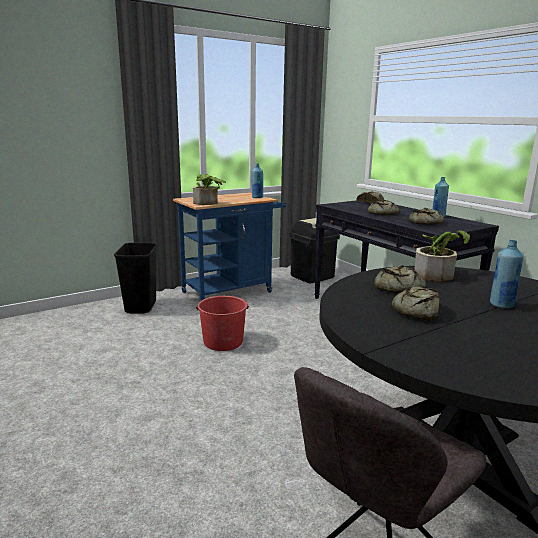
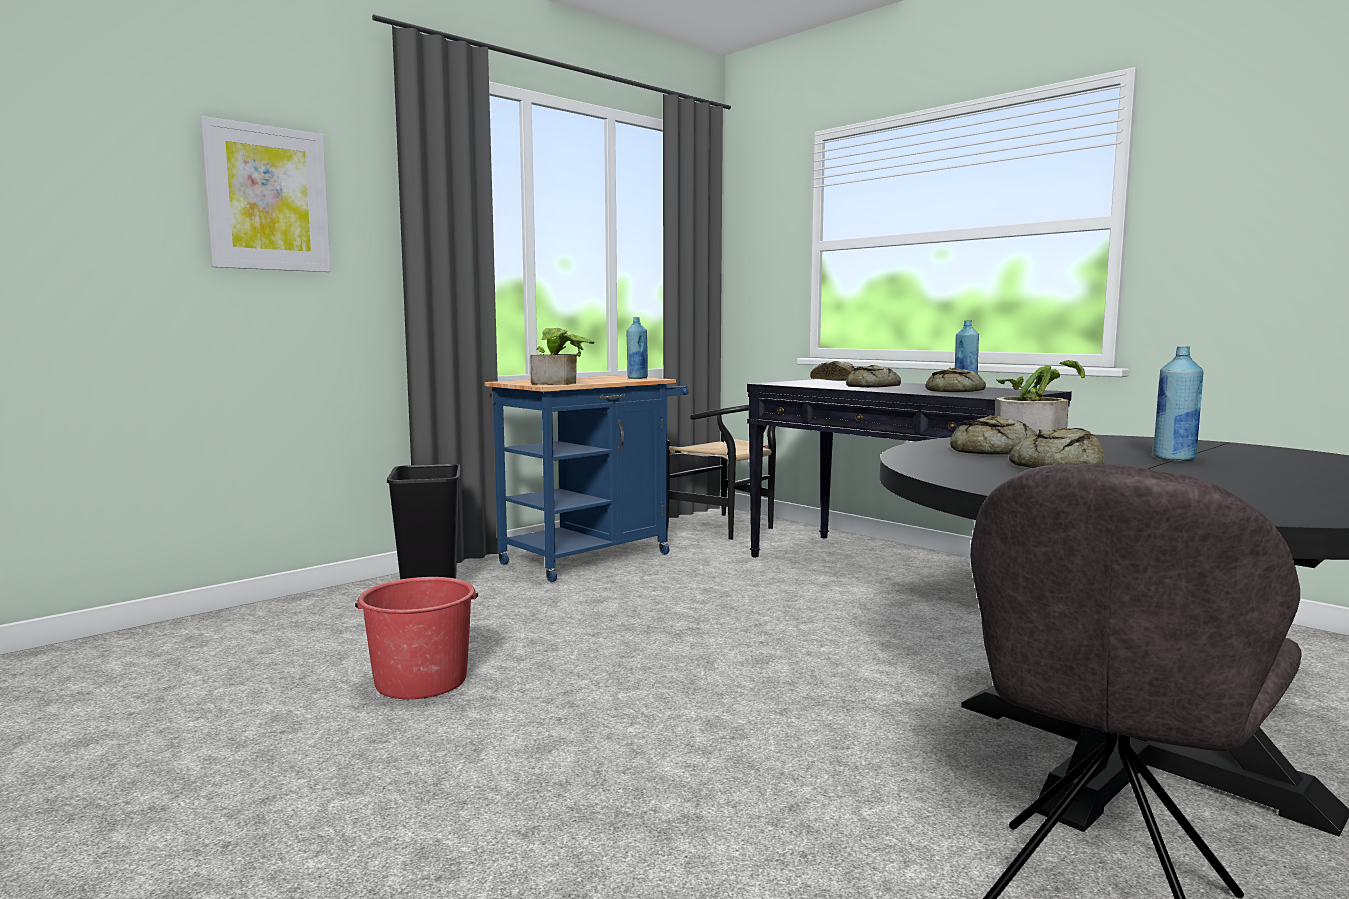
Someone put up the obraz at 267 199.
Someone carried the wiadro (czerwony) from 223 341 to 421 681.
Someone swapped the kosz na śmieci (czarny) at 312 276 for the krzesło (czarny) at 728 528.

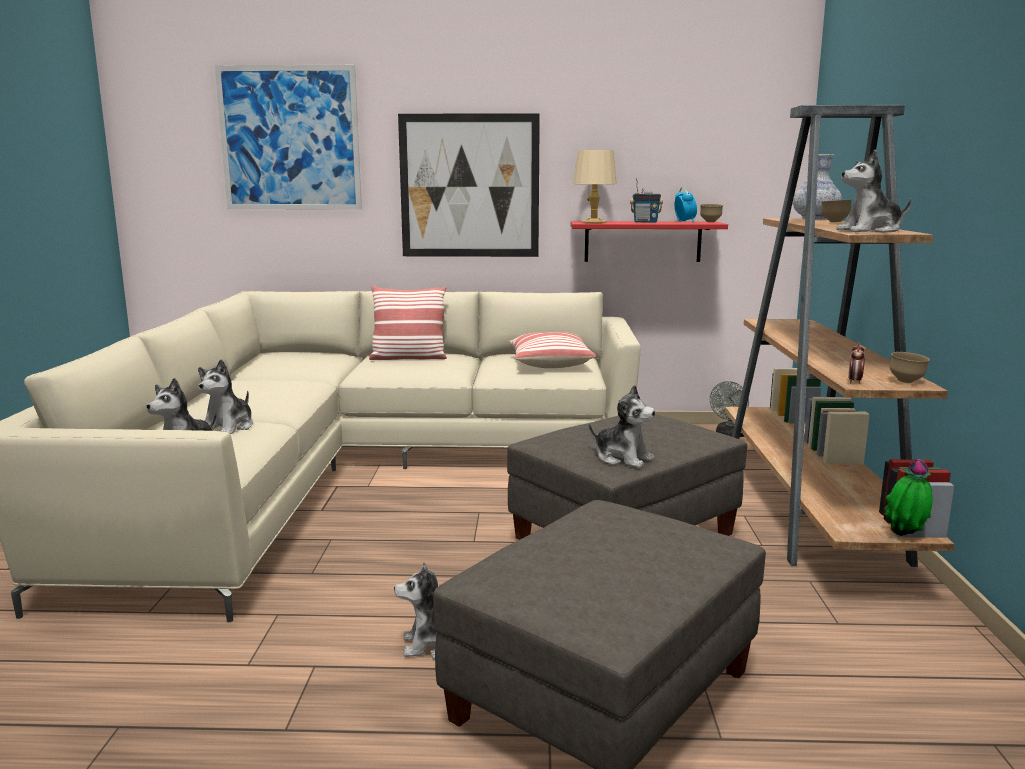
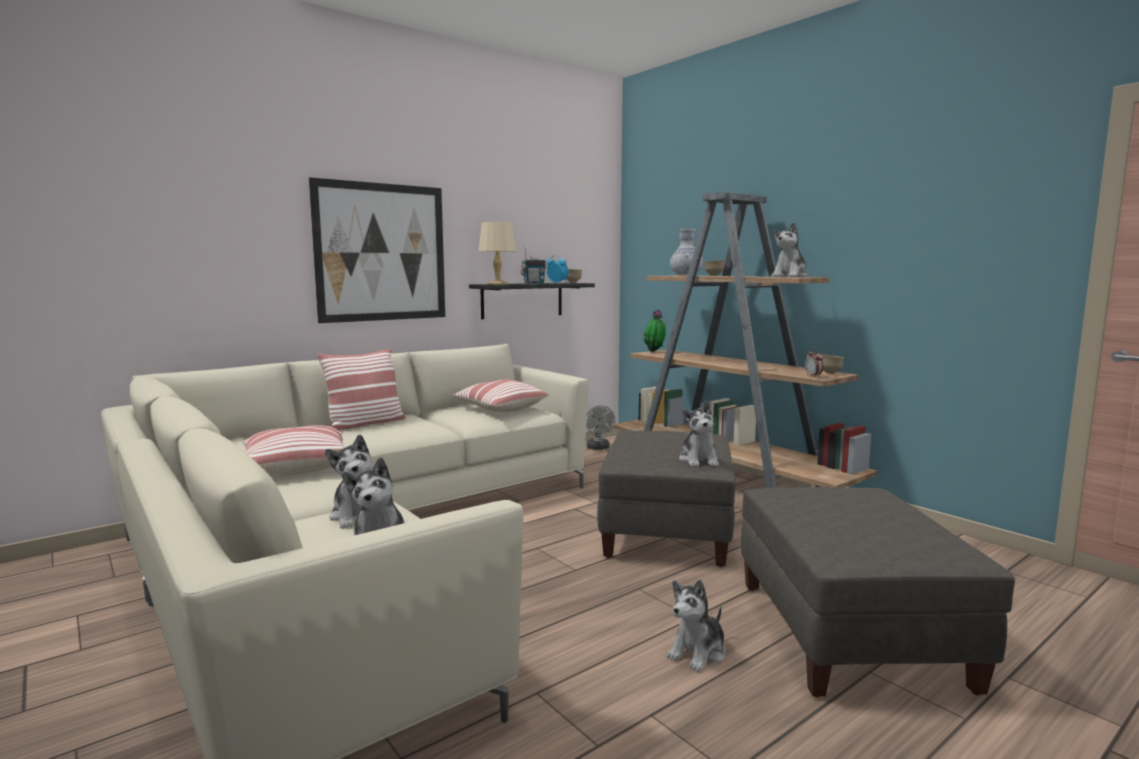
Someone took away the obraz at 290 138.
Someone put down the poduszka at 295 467.
Someone carried the roślina doniczkowa from 905 537 to 655 351.
Someone repainted the półka (czerwony) at 642 241, which became the półka (czarny) at 522 300.
Someone rotated the pluszak at 622 458 by 90 degrees clockwise.

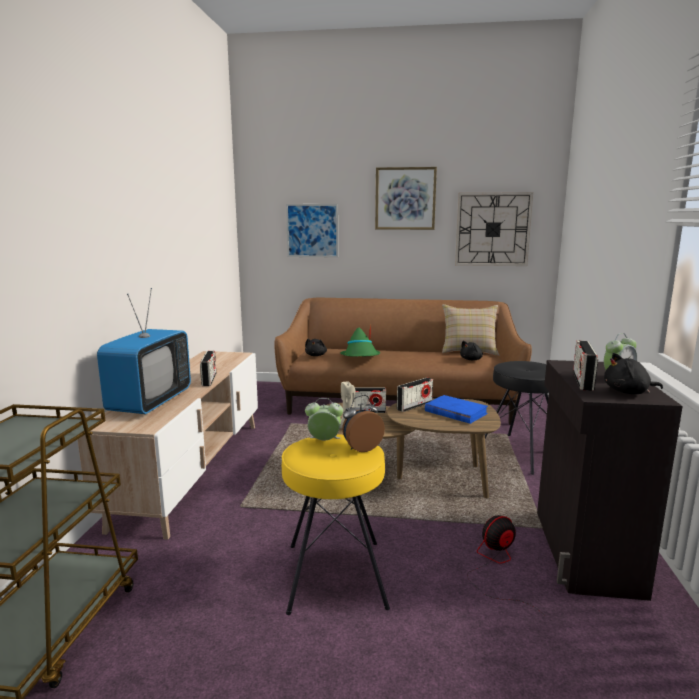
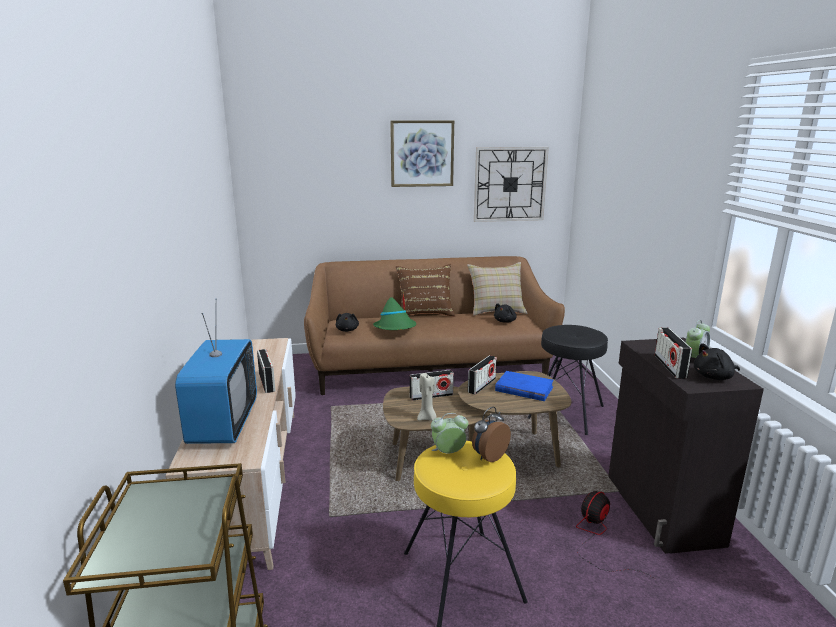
Someone took away the obraz at 312 230.
Someone put down the poduszka (brązowy) at 425 312.

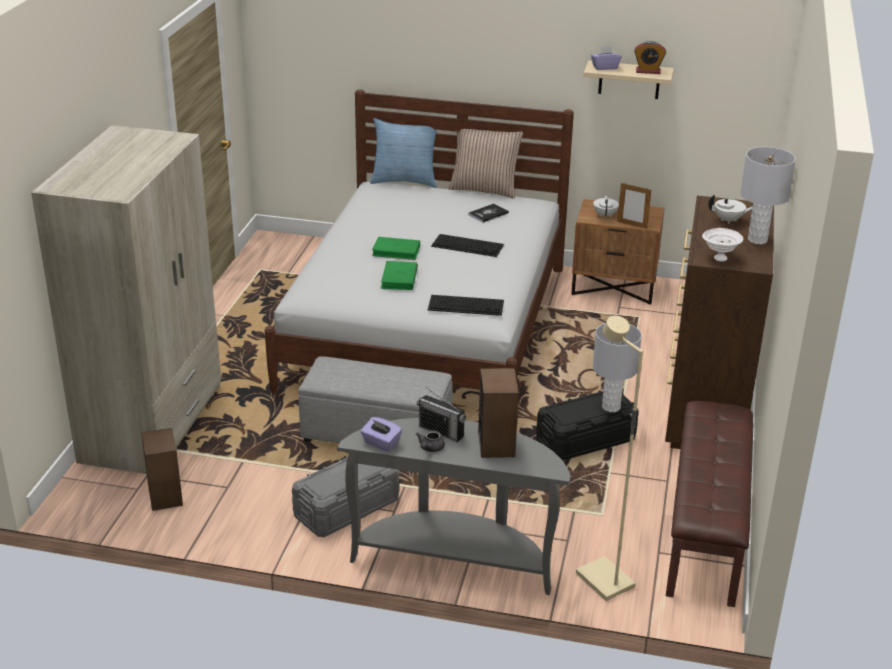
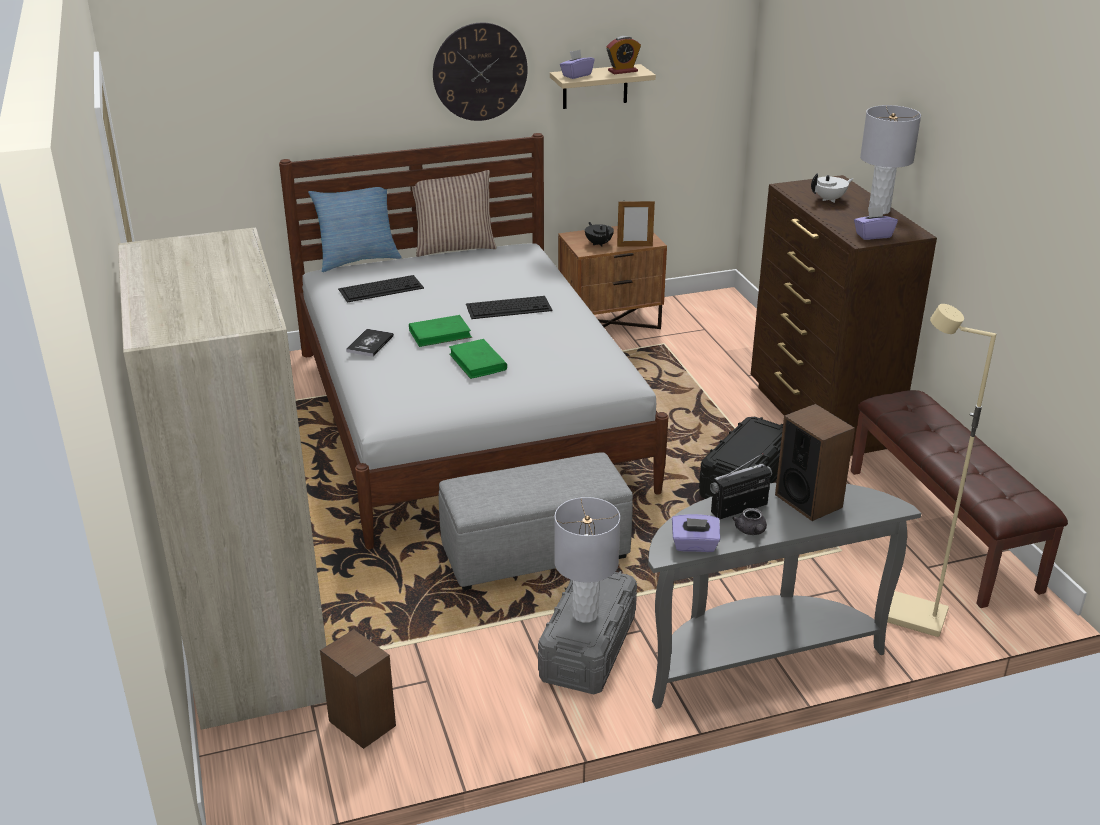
Someone put up the zegar ścienny at 480 72.
Someone carried the klawiatura from 466 305 to 381 288.
Someone carried the książka from 488 214 to 370 344.
Someone carried the lampa stołowa (szary) from 611 407 to 585 614.
Someone swapped the miska (biały) at 719 258 for the pudełko chusteczek (fioletowy) at 873 235.
Someone repainted the imbryk (biały) at 605 215, which became the imbryk (czarny) at 599 243.
Someone rotated the radio at 441 431 by 150 degrees clockwise.

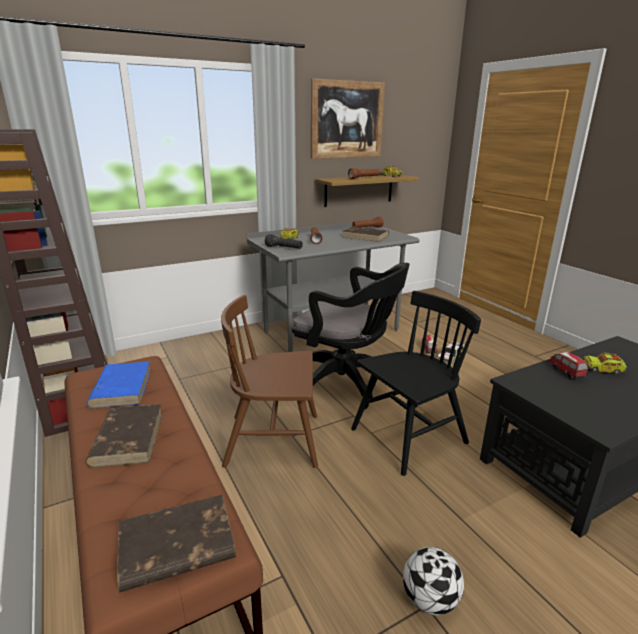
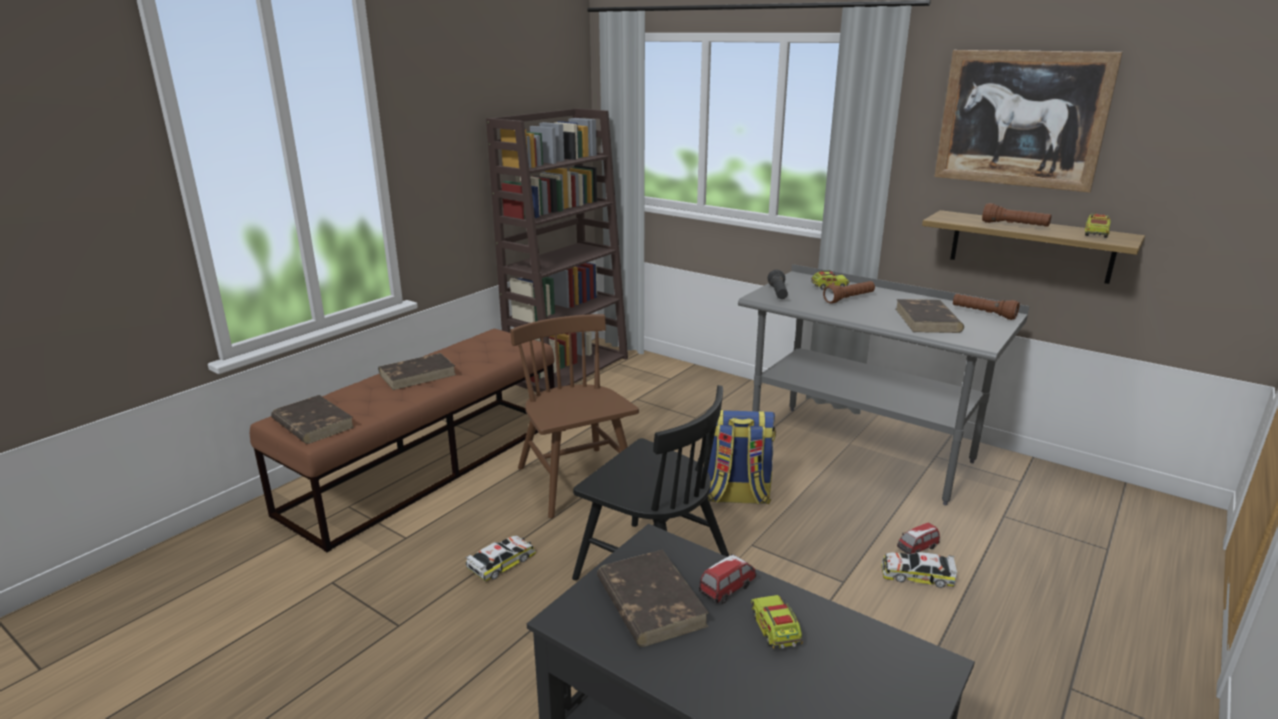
Someone took away the książka (niebieski) at 121 387.
Someone took away the piłka futbolowa at 429 600.
Someone put down the samochodzik at 501 563.
Someone put down the książka (brązowy) at 650 601.
Someone swapped the krzesło biurowe (czarny) at 346 382 for the plecak at 735 496.

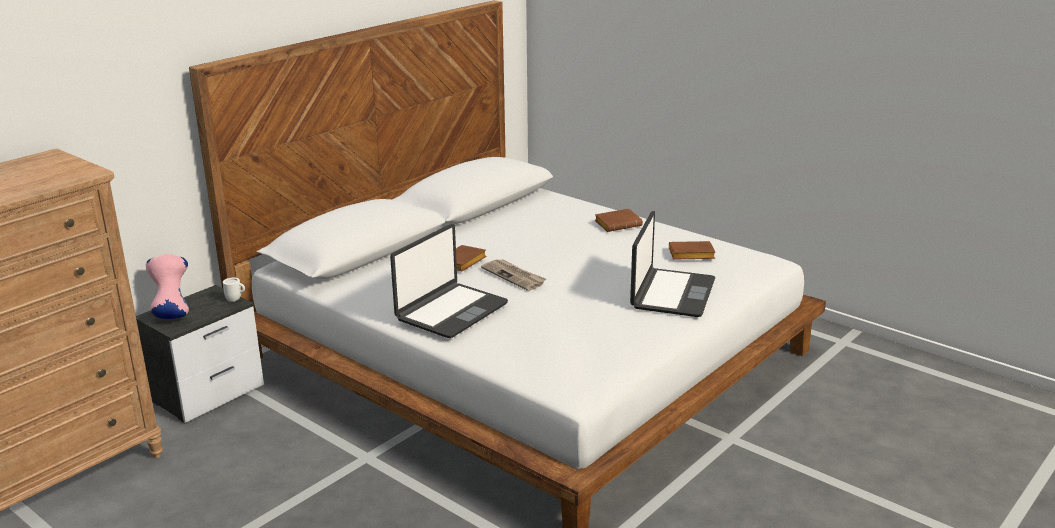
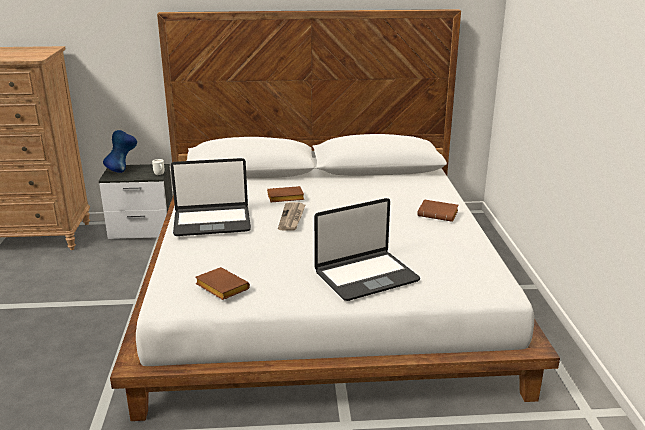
Someone carried the książka (brązowy) from 690 255 to 220 287.
Someone repainted the wazon (różowy) at 172 314, which became the wazon (niebieski) at 122 170.

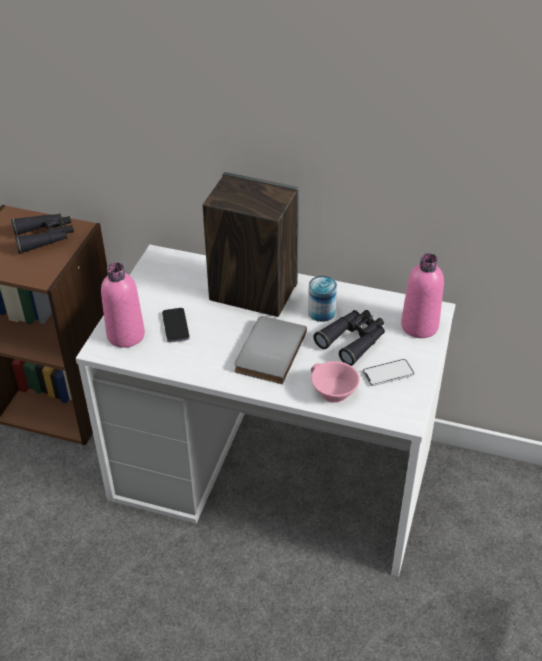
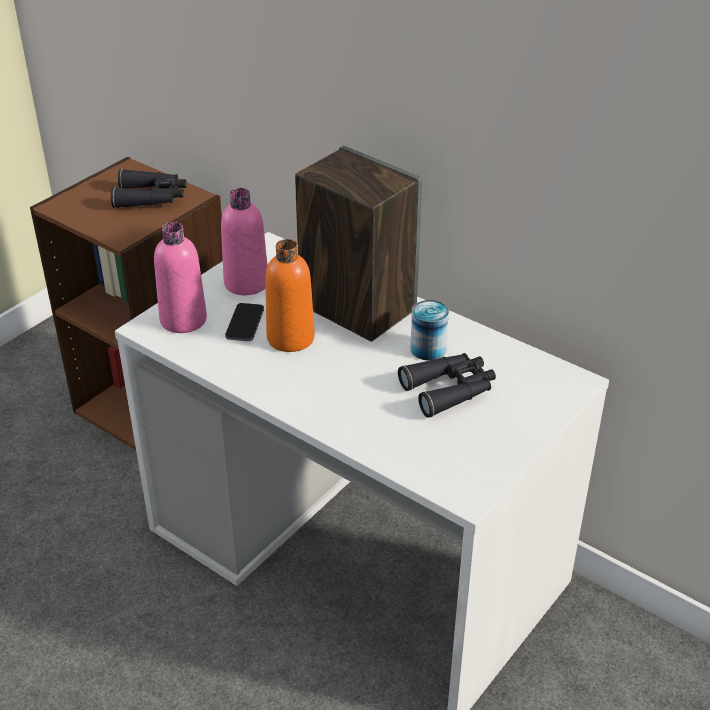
Someone took away the książka (szary) at 268 351.
Someone took away the filiżanka (różowy) at 331 392.
Someone took away the telefon at 388 373.
Someone put down the butelka (pomarańczowy) at 290 338.
Someone carried the butelka (różowy) from 419 326 to 246 283.

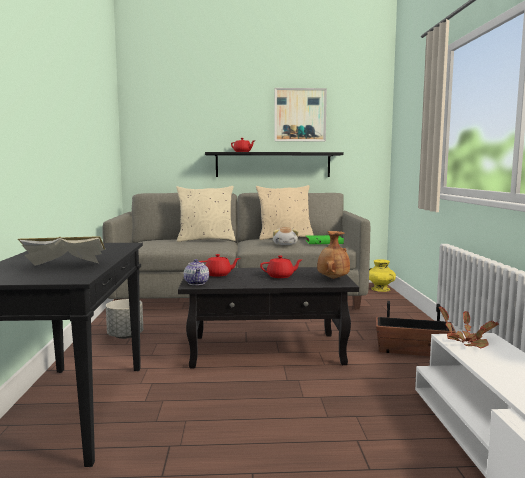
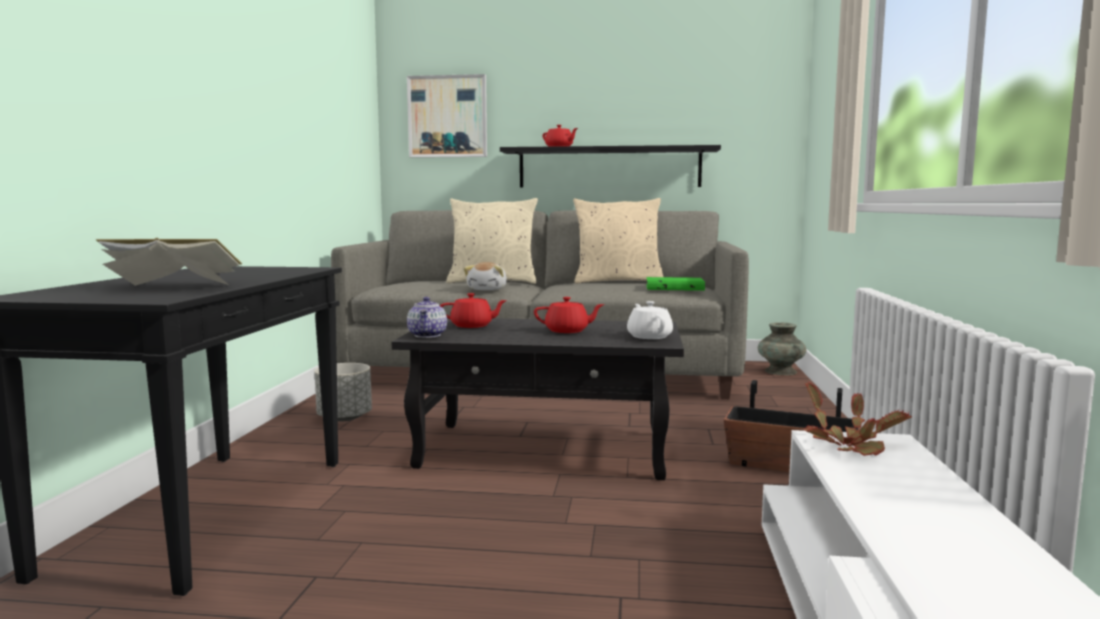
Someone carried the pluszak from 285 244 to 488 289.
Someone carried the obraz from 300 115 to 447 116.
Someone swapped the wazon (brązowy) at 332 278 for the imbryk (biały) at 649 336.
Someone repainted the wazon (żółty) at 380 289, which became the wazon (turkusowy) at 780 371.

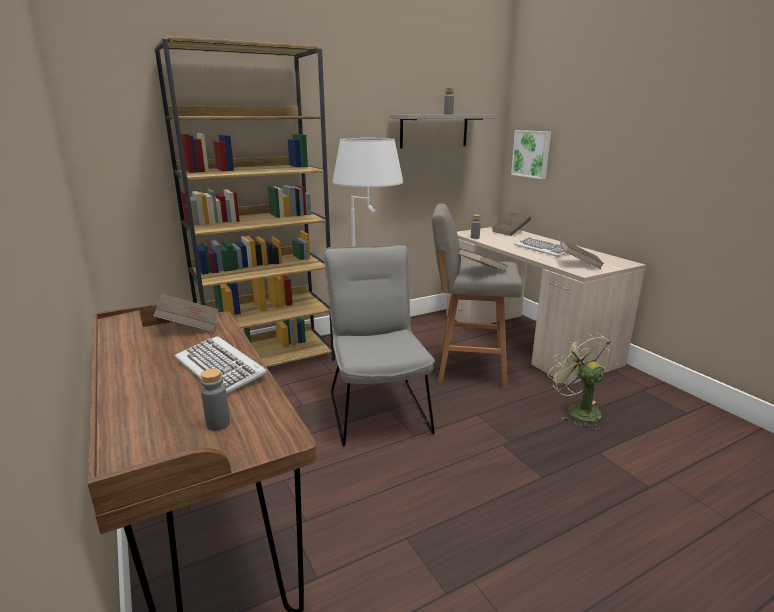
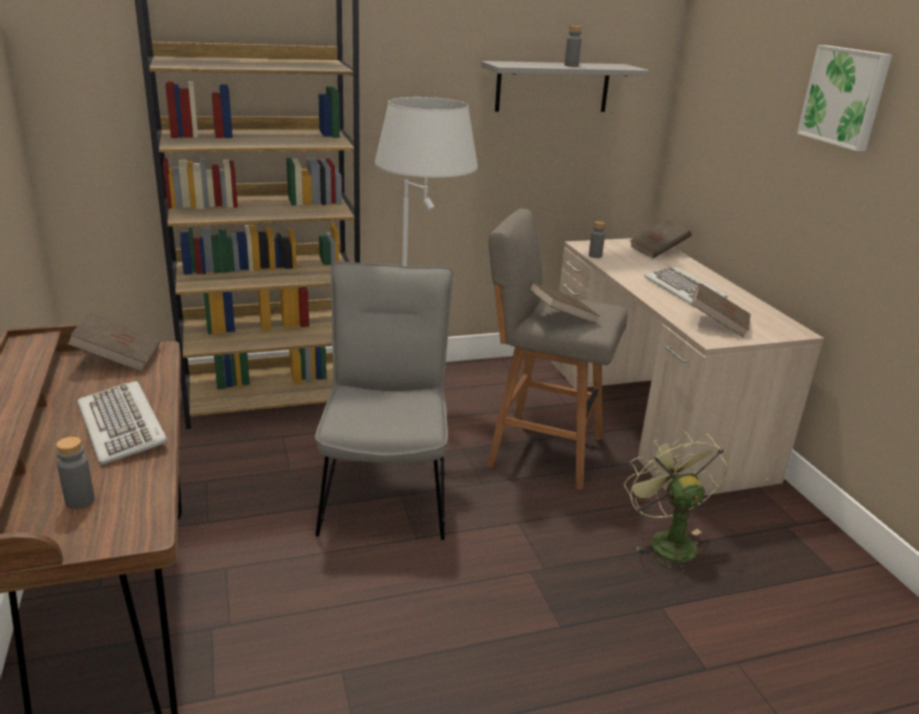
Someone carried the obraz from 532 154 to 845 96.

